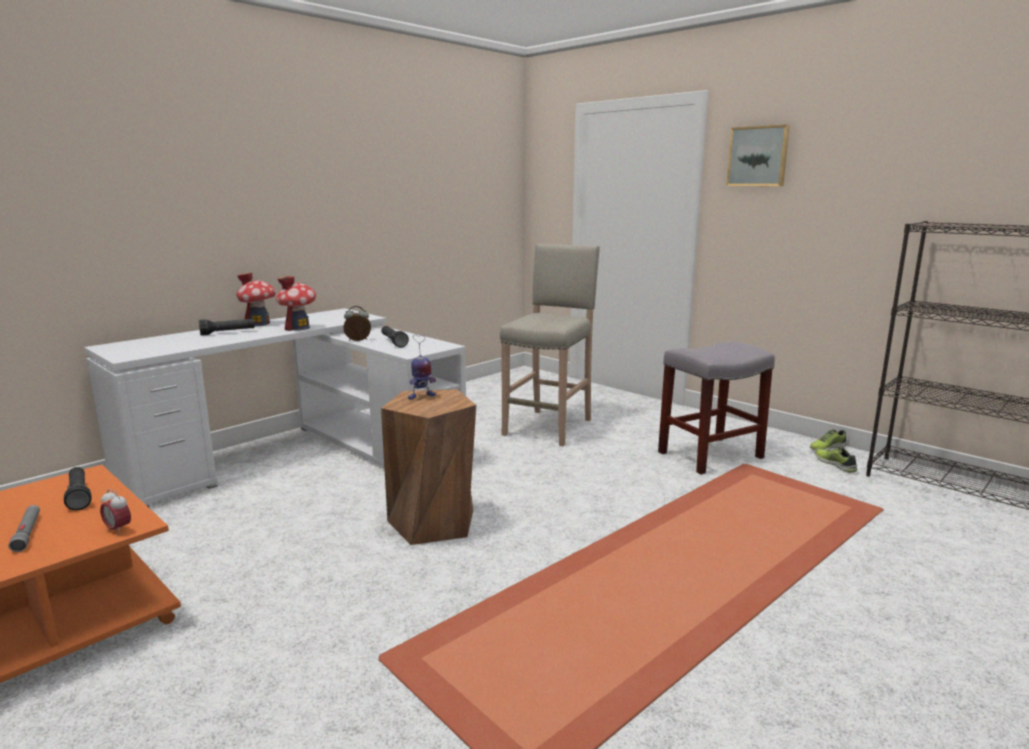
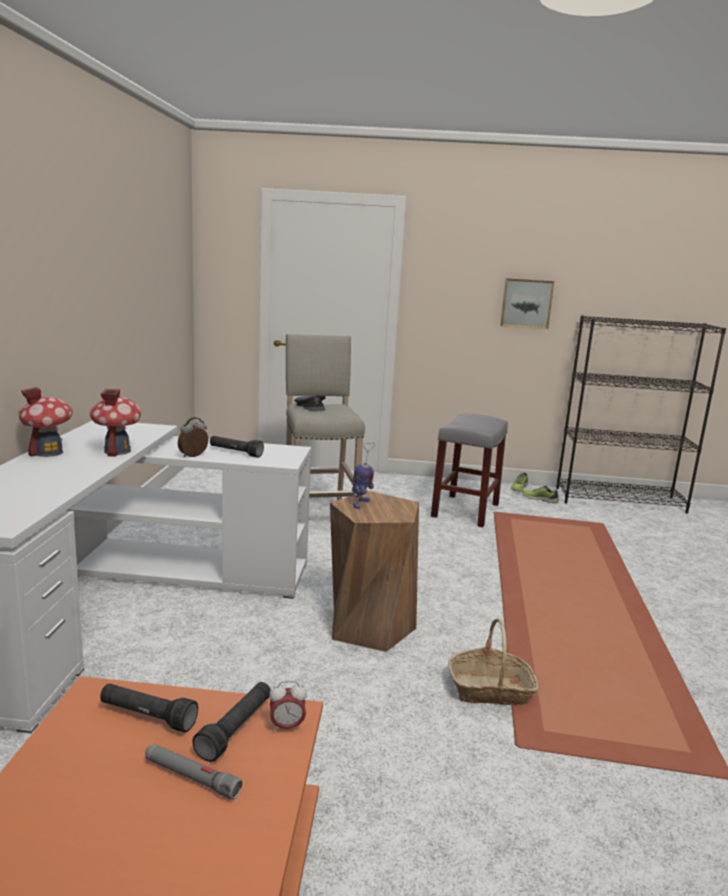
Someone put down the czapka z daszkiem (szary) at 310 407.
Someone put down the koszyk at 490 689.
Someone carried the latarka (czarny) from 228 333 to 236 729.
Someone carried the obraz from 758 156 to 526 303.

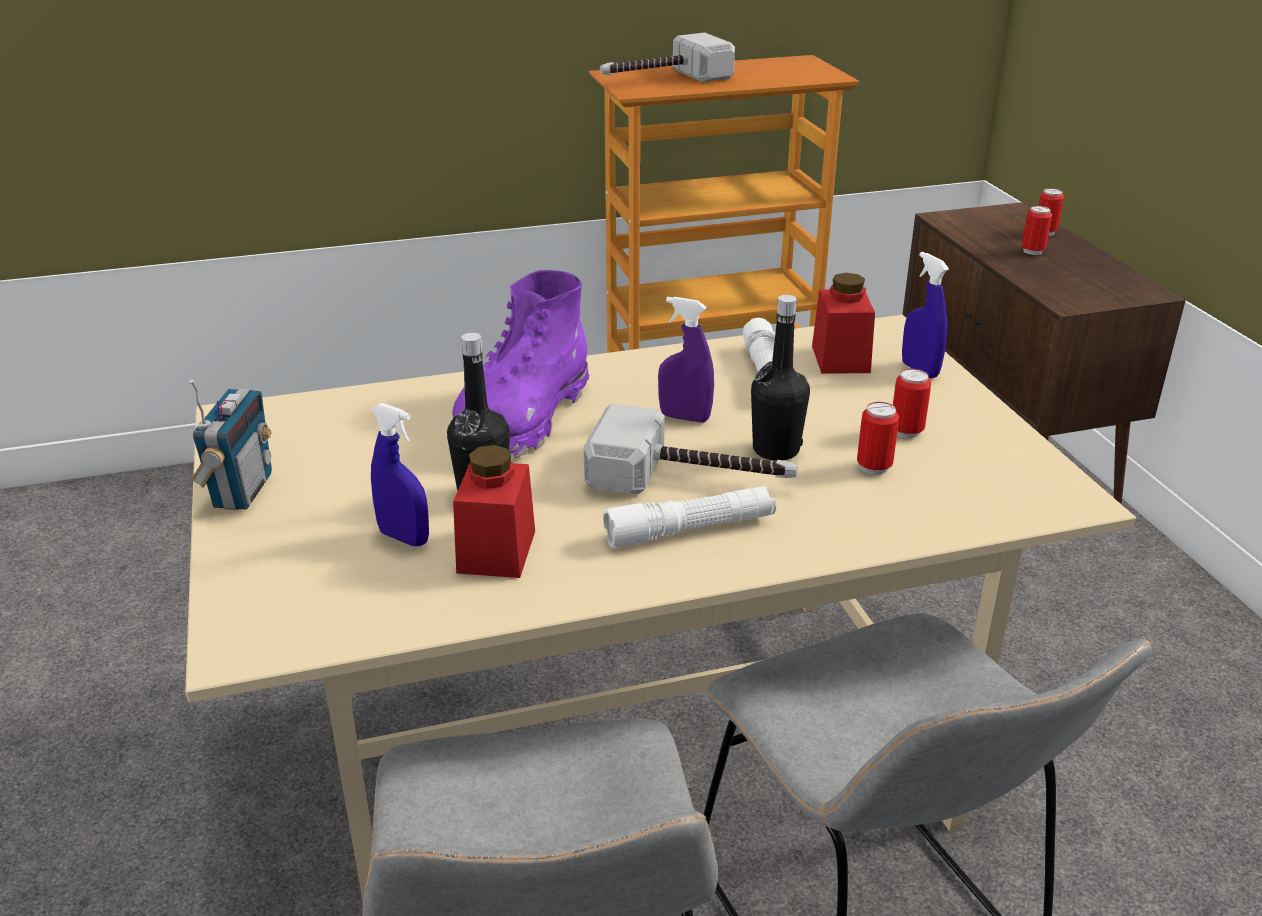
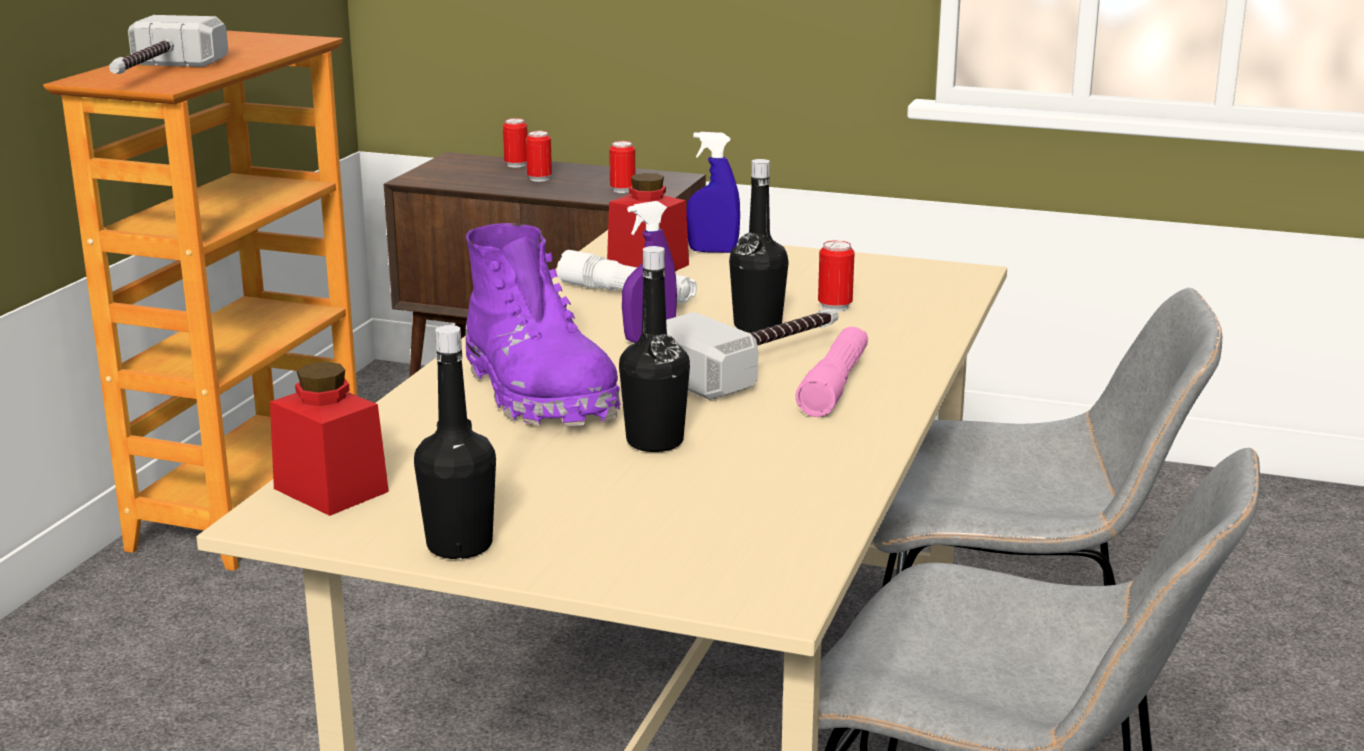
Someone took away the spryskiwacz (niebieski) at 404 537.
Someone carried the słoik (czerwony) from 496 551 to 331 490.
Someone carried the puszka from 906 431 to 622 190.
Someone swapped the radio at 241 491 for the butelka (czarny) at 459 545.
Someone repainted the latarka (biały) at 690 530, which became the latarka (różowy) at 834 385.

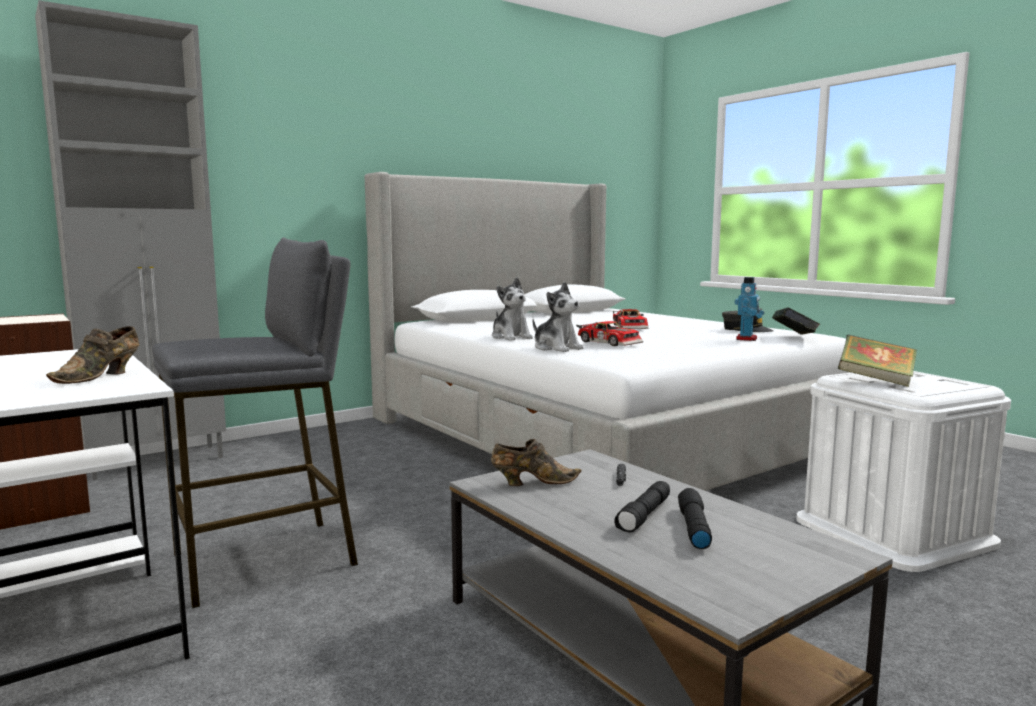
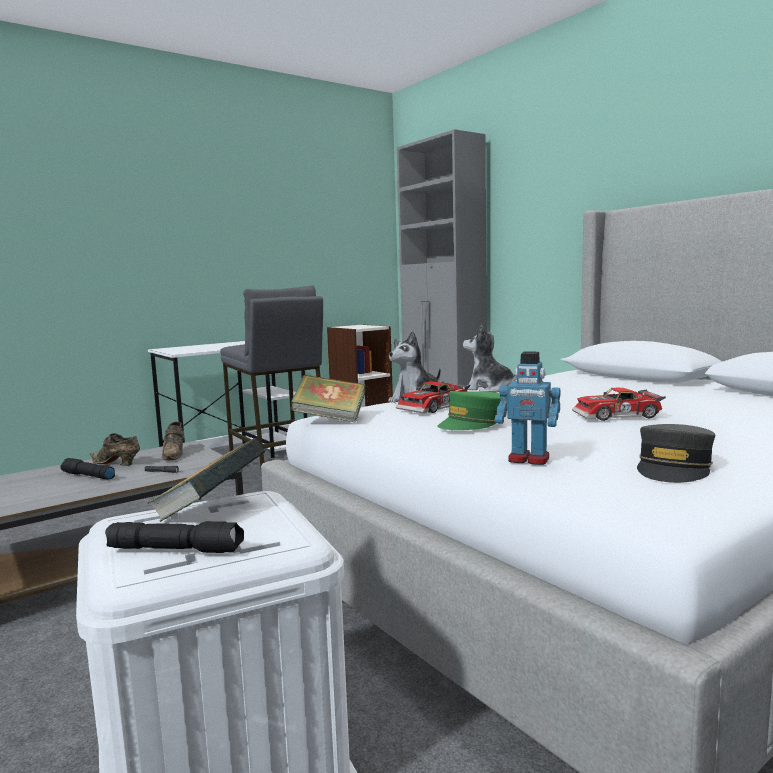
Someone put down the czapka z daszkiem (zielony) at 472 423.
Someone carried the but (brązowy) from 101 377 to 116 464.
Someone carried the latarka (czarny) from 693 528 to 177 549.
Someone carried the książka from 794 337 to 330 419.
Someone rotated the pluszak at 511 337 by 60 degrees clockwise.

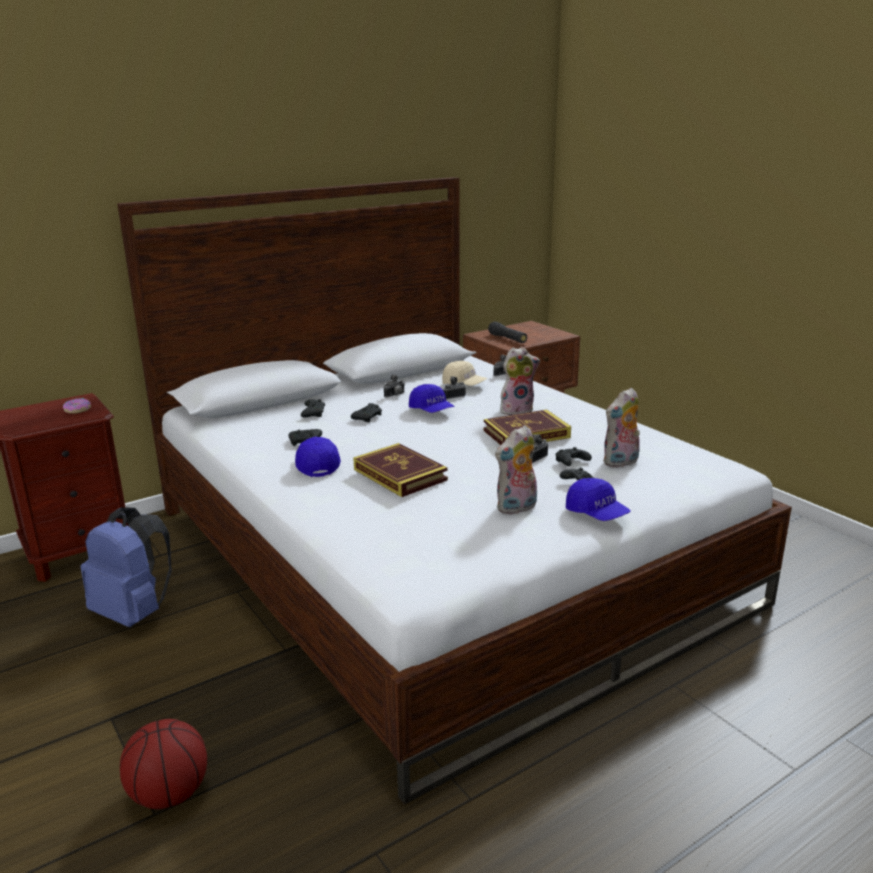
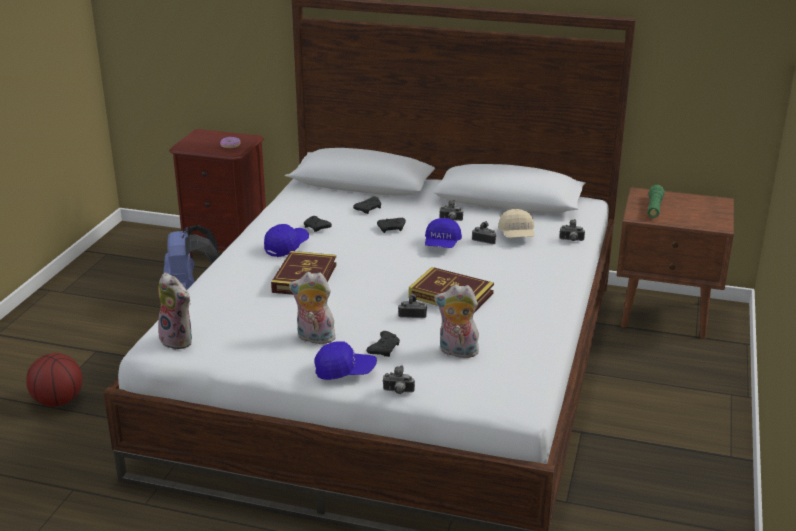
Someone took away the pad do gier (czarny) at 571 463.
Someone put down the aparat fotograficzny at 398 392.
Someone carried the pluszak from 517 410 to 179 340.
Someone repainted the latarka (czarny) at 507 339, which became the latarka (zielony) at 654 208.
Someone rotated the czapka z daszkiem (niebieski) at 596 514 by 105 degrees counterclockwise.

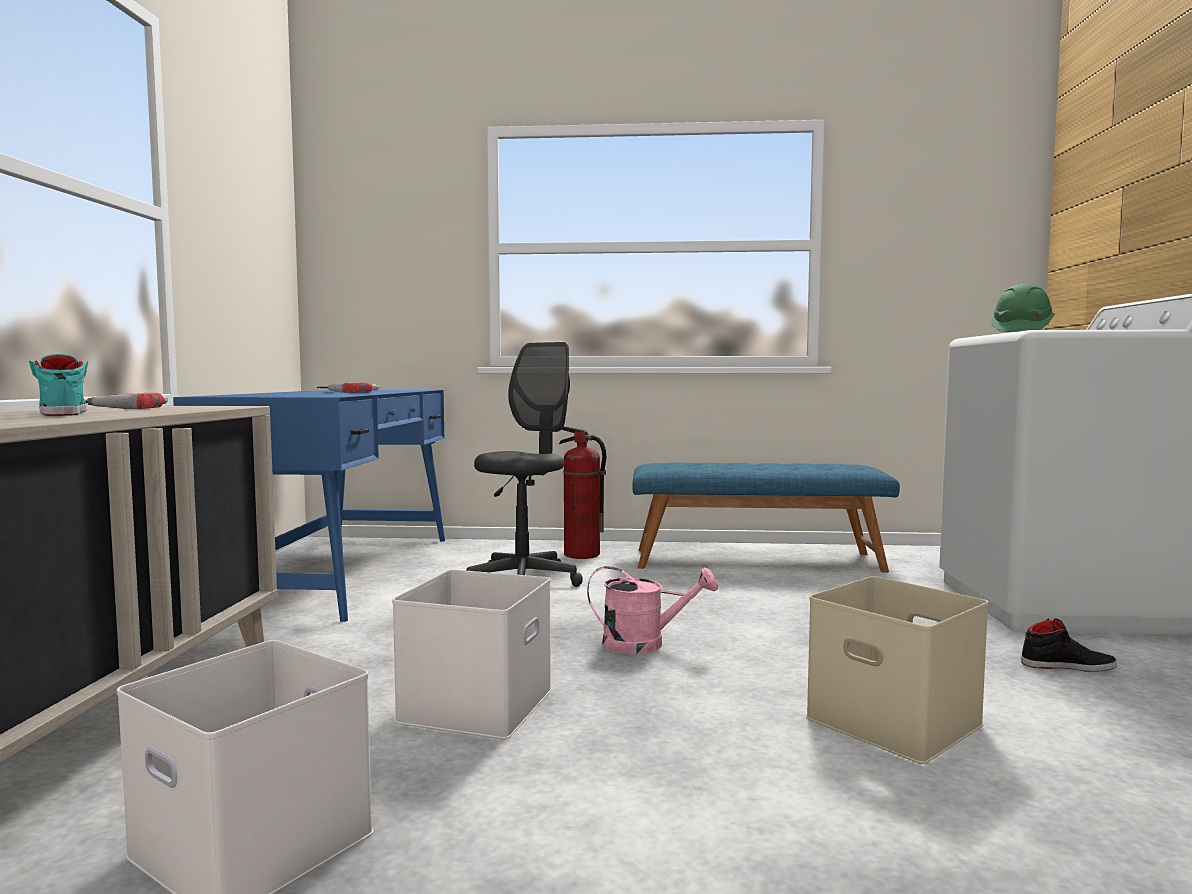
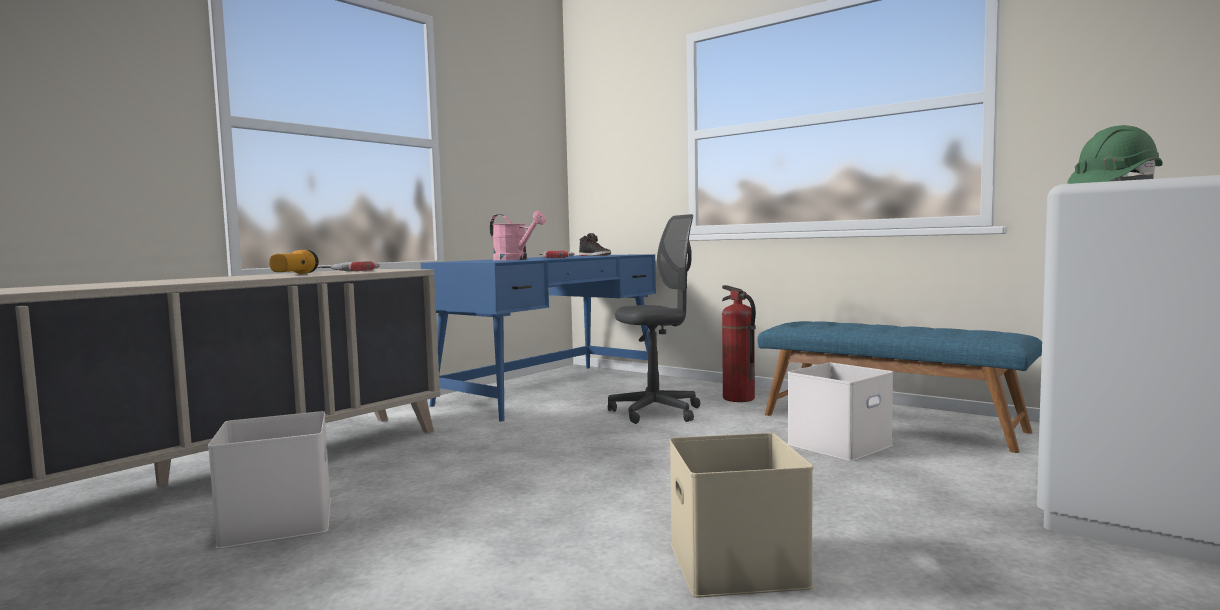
Someone carried the pojemnik do przechowywania (biały) from 475 703 to 839 444.
Someone carried the konewka (różowy) from 644 644 to 515 259.
Someone carried the but (czarny) from 1067 666 to 595 255.
Someone swapped the but (turkusowy) at 62 413 for the latarka at 294 274.

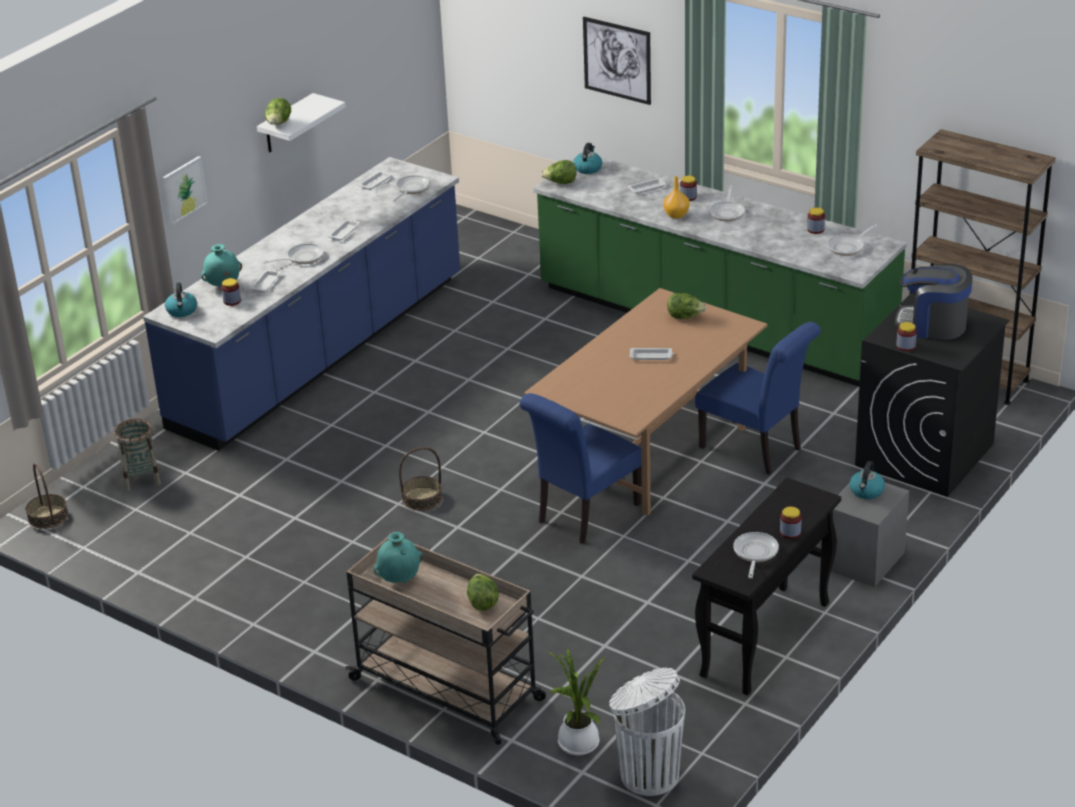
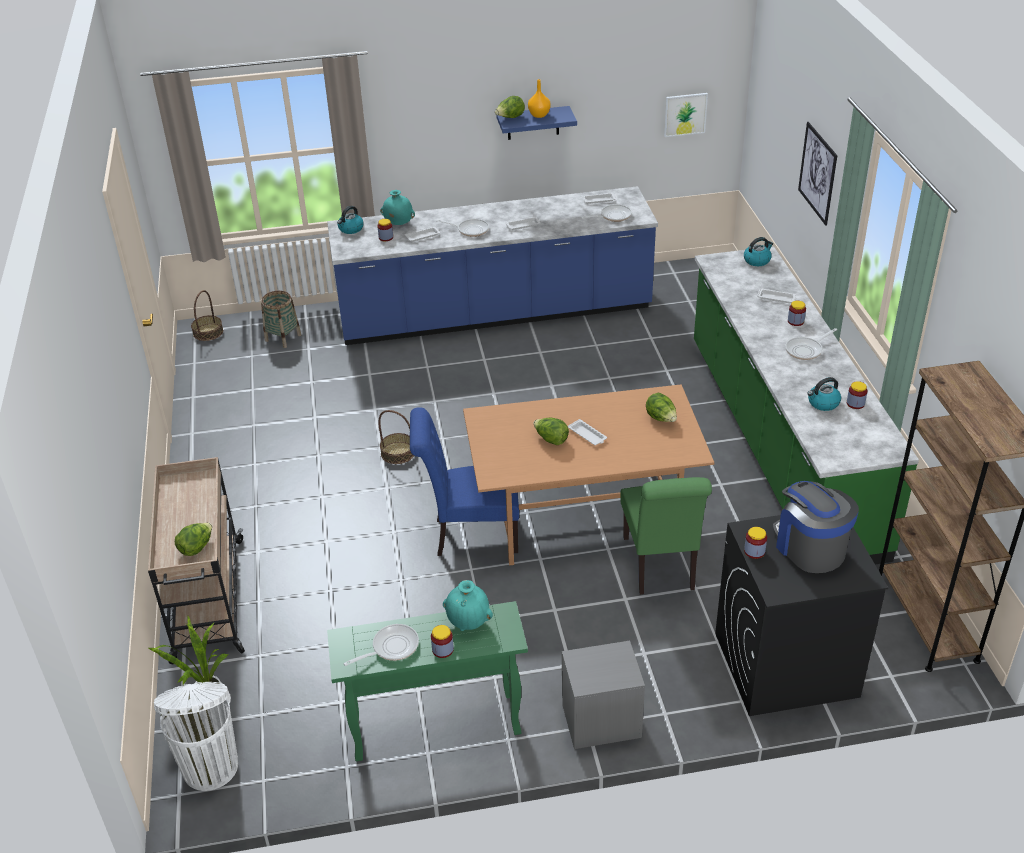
Someone took away the patelnia at 848 247.
Someone carried the obraz from 184 189 to 685 114.
Someone carried the wazon (turkusowy) from 400 579 to 469 623.
Someone carried the sałata from 560 183 to 551 440.
Someone carried the wazon (pomarańczowy) from 676 215 to 539 115.
Someone carried the czajnik from 866 491 to 823 403.
Someone repainted the półka (biały) at 286 124, which became the półka (niebieski) at 533 123.
Someone repainted the stolik konsolowy (czarny) at 765 641, which became the stolik konsolowy (zielony) at 434 727.
Someone repainted the krzesło (niebieski) at 756 449, which became the krzesło (zielony) at 660 567.

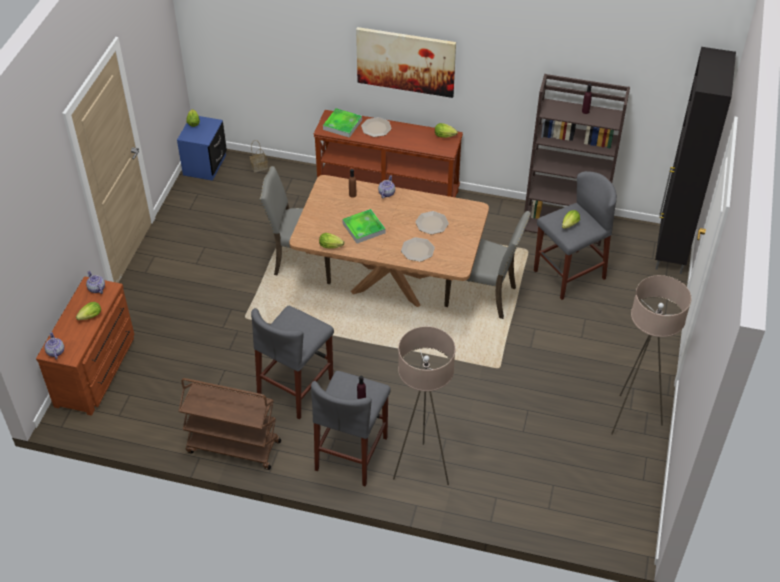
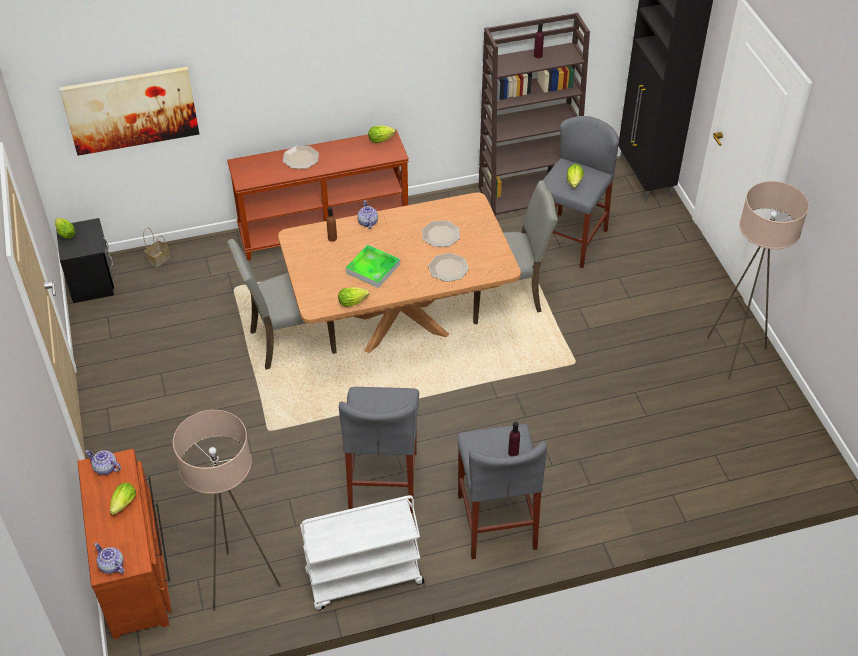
Someone took away the taca at 342 125.
Someone carried the obraz from 406 61 to 131 110.
Someone carried the lampa stojąca (beżowy) from 422 469 to 241 583.
Someone repainted the szafka nocna (niebieski) at 205 165, which became the szafka nocna (czarny) at 92 281.
Someone repainted the wózek (brązowy) at 233 447, which became the wózek (biały) at 363 579.

